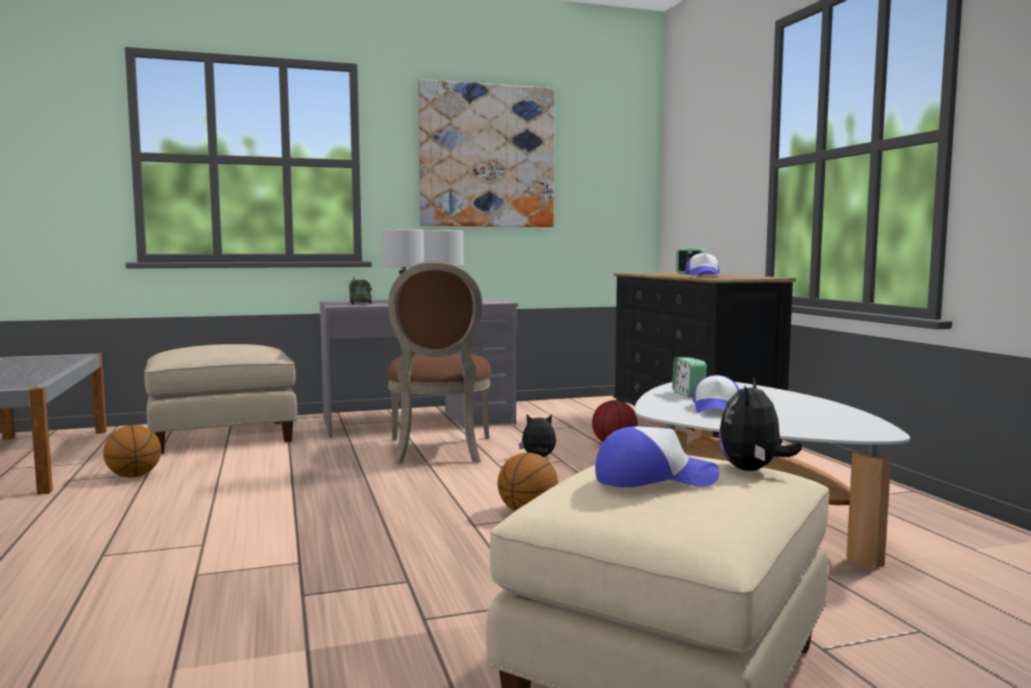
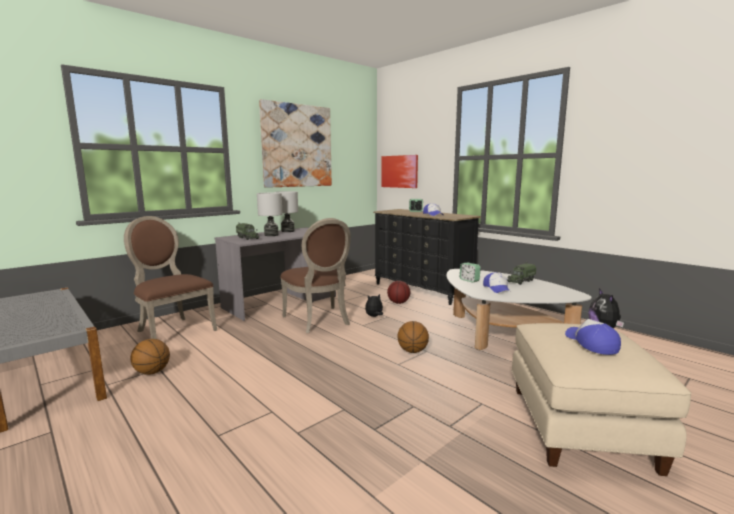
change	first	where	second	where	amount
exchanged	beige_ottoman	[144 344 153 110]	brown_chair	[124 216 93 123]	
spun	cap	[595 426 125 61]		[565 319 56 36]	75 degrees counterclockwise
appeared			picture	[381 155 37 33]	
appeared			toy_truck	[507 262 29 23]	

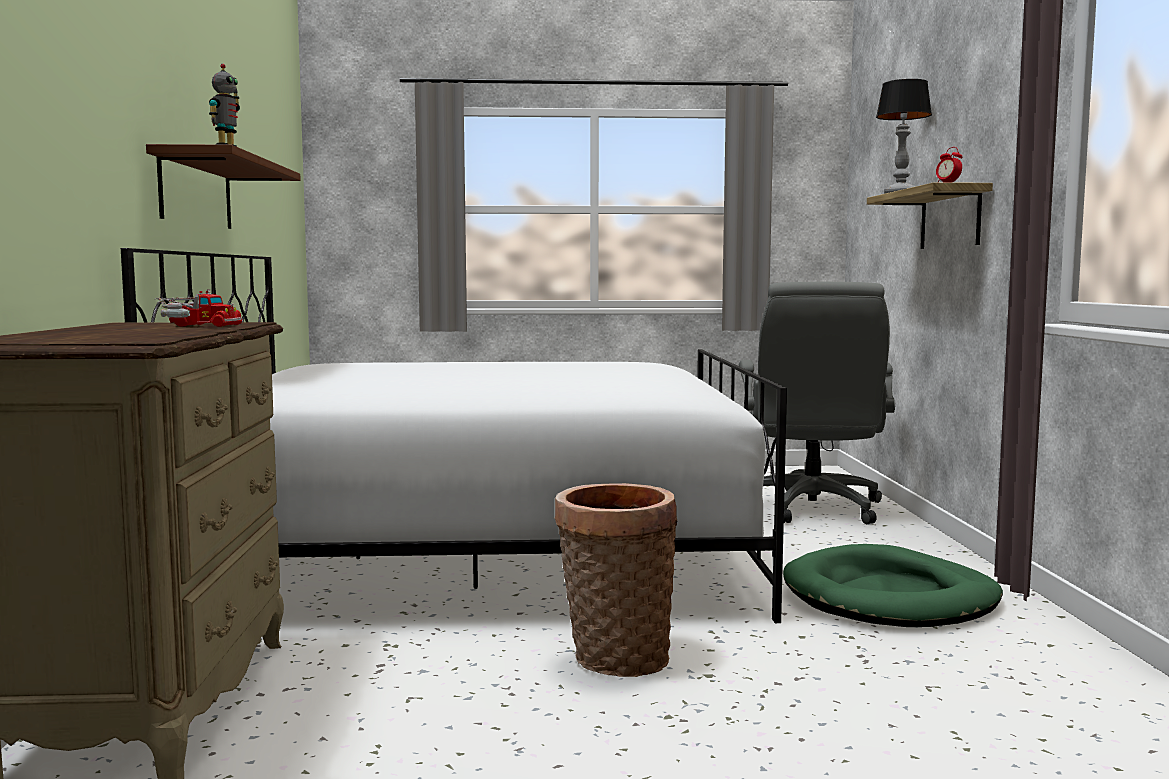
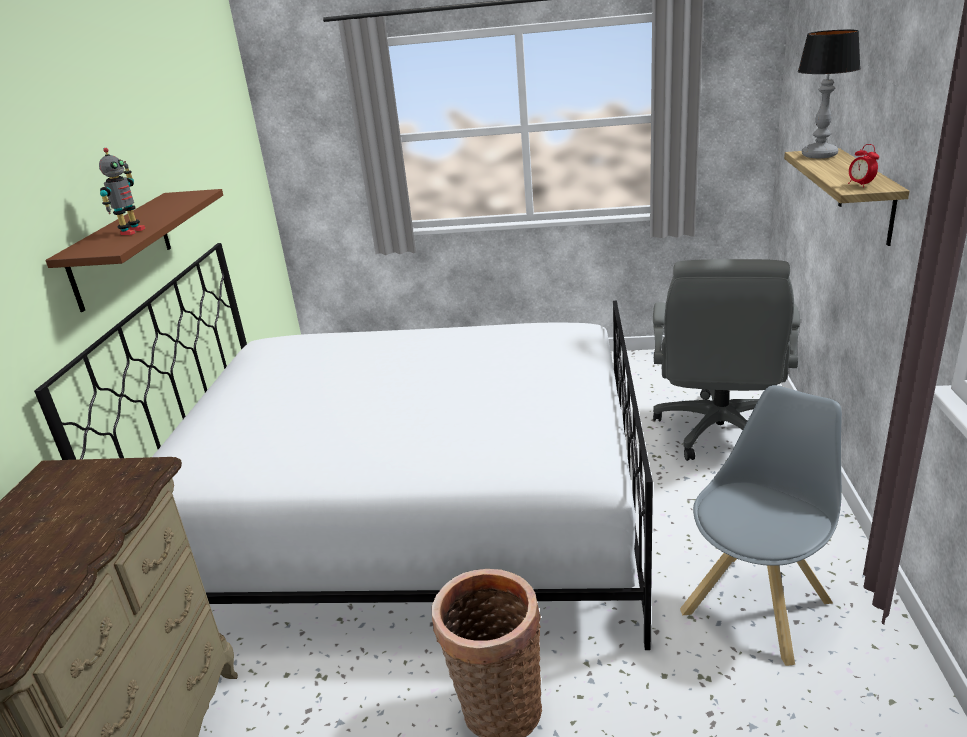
change	first	where	second	where	amount
missing	toy_truck	[155 289 88 38]			
exchanged	green_dog_bed	[783 544 220 83]	grey_chair	[680 385 162 281]	

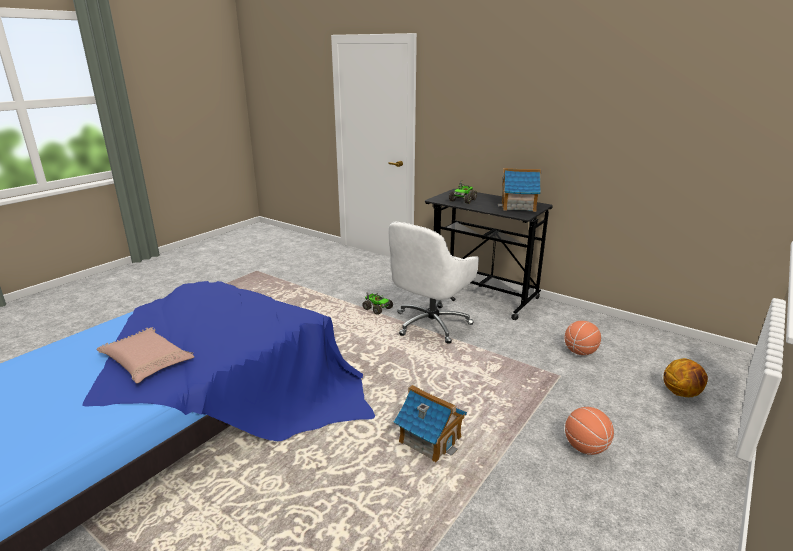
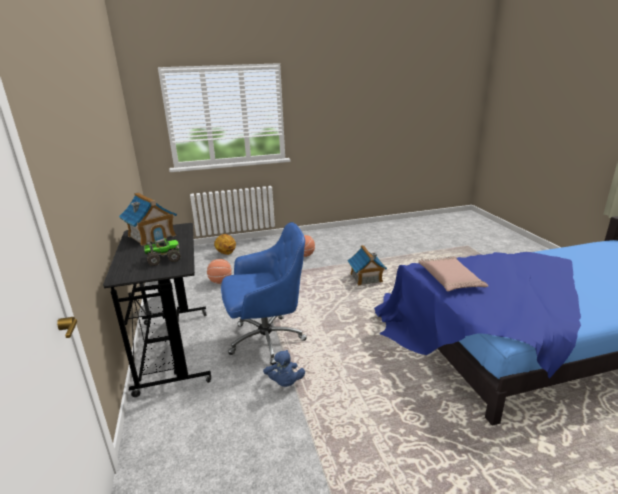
change	first	where	second	where	amount
colour	white_office_chair	[389 222 90 122]	blue_office_chair	[221 222 86 143]	
exchanged	toy_truck	[362 292 31 23]	blue_plush_toy	[263 350 42 37]	
relocated	beige_pillow	[97 327 98 57]		[418 256 70 35]	

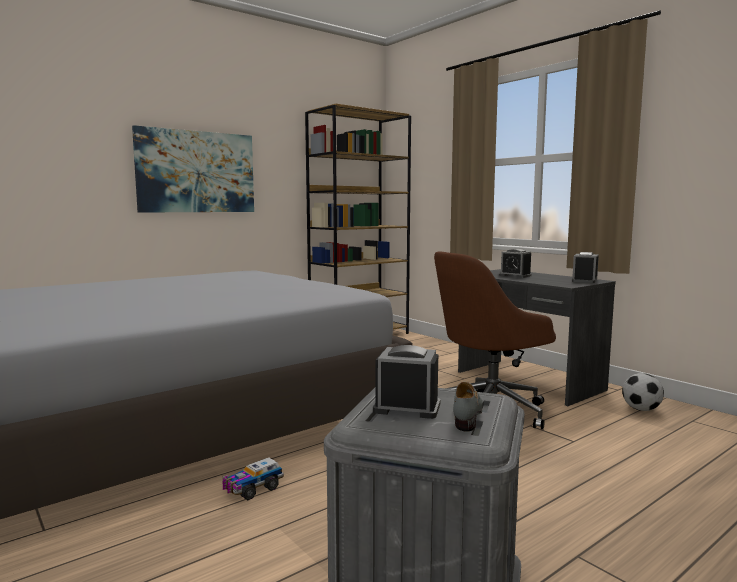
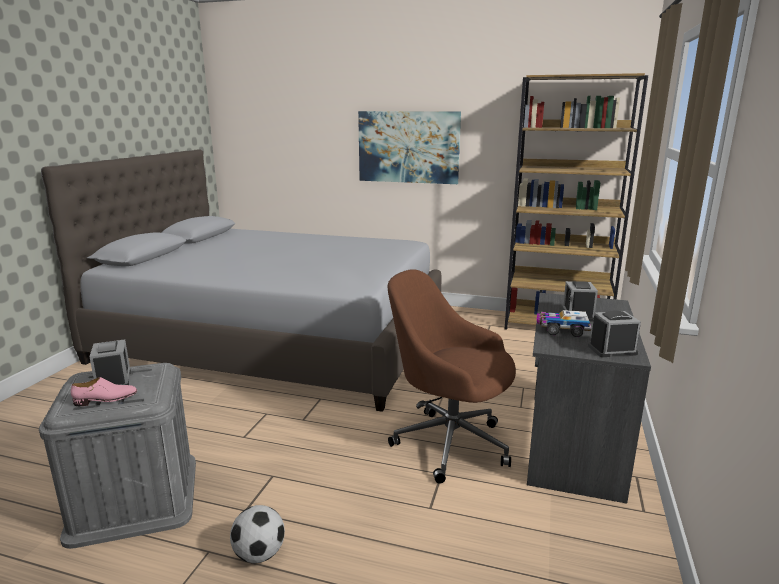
change	first	where	second	where	amount
relocated	football	[622 373 42 38]		[230 505 55 58]	
colour	grey_shoe	[453 382 30 50]	pink_shoe	[71 377 66 29]	
relocated	toy_truck	[223 457 61 43]		[536 310 55 27]	

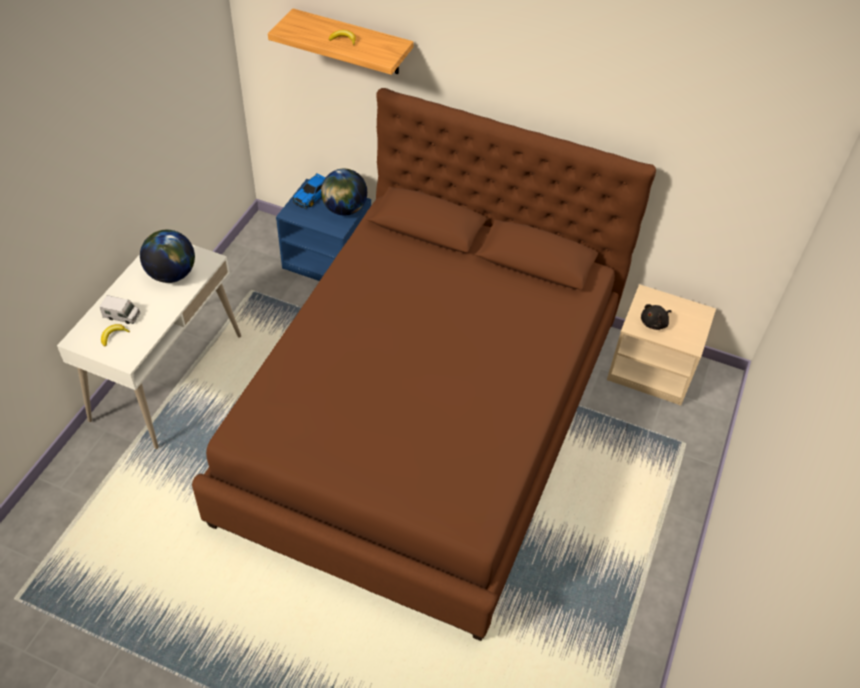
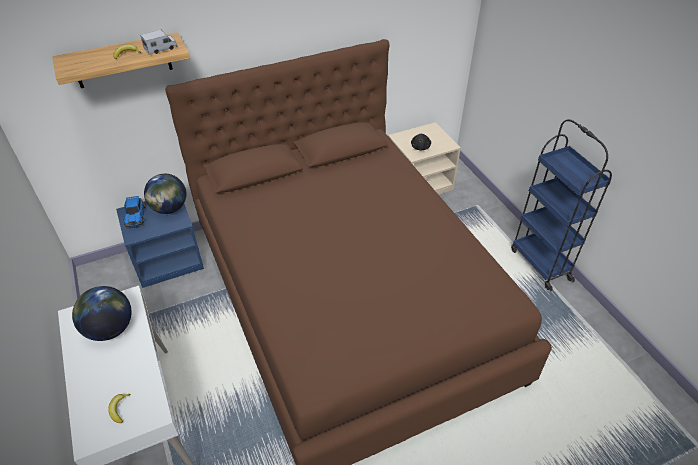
change	first	where	second	where	amount
relocated	toy_truck	[99 295 41 29]		[140 30 37 25]	
appeared			blue_cart	[511 119 101 172]	

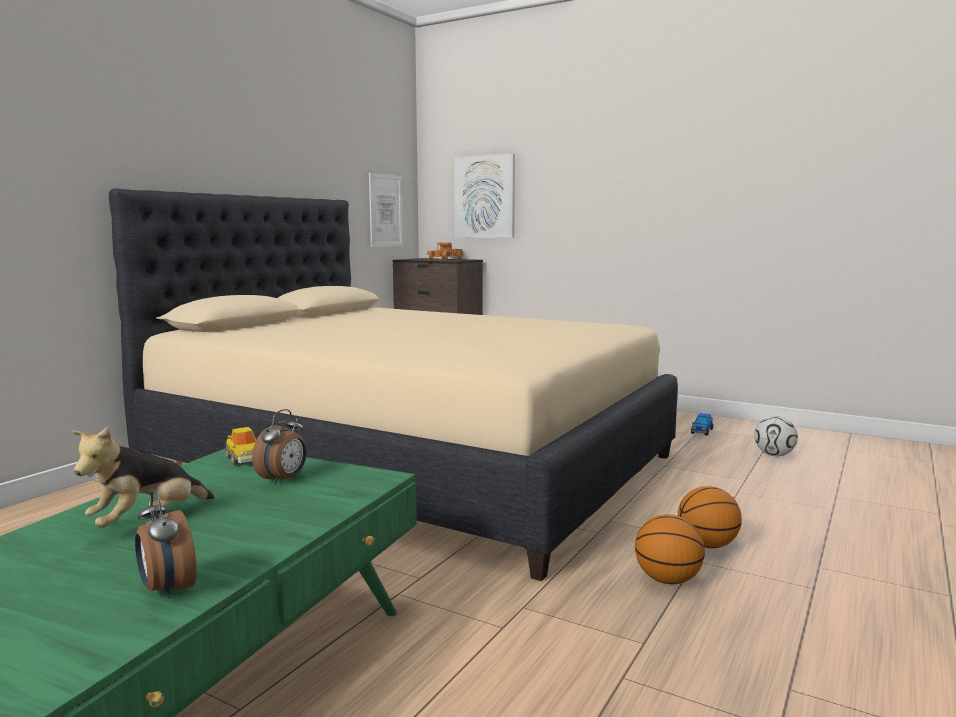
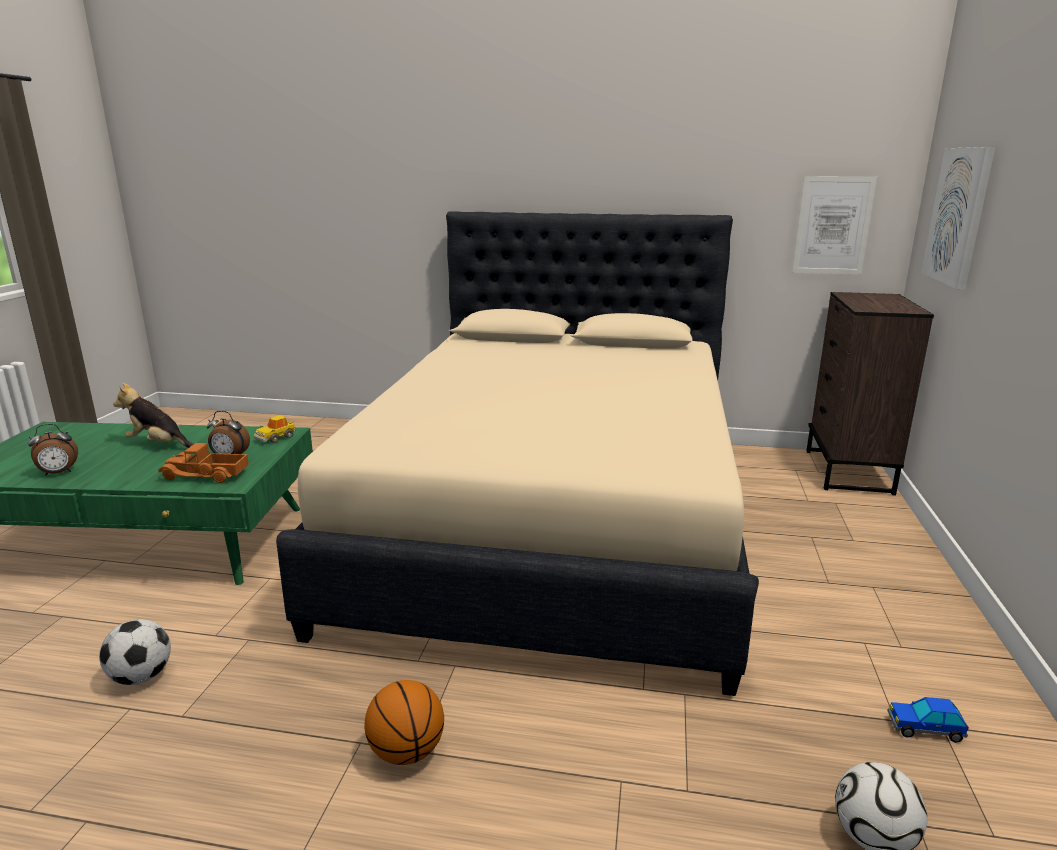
change	first	where	second	where	amount
relocated	toy_truck	[427 242 36 18]		[158 443 91 40]	
spun	alarm_clock	[135 490 62 109]		[28 424 50 52]	150 degrees counterclockwise
missing	basketball	[635 514 70 70]			
appeared			football	[99 619 72 66]	

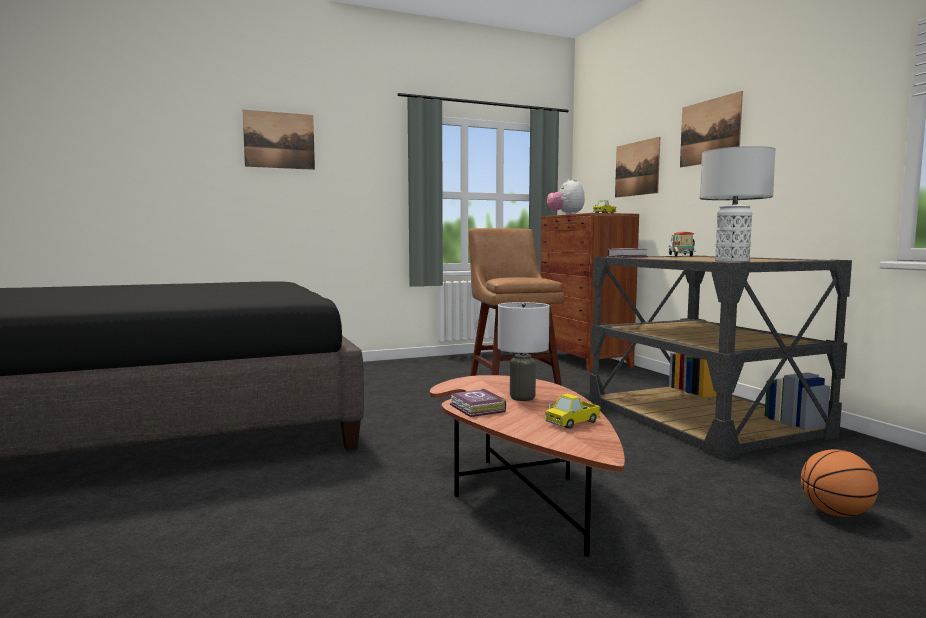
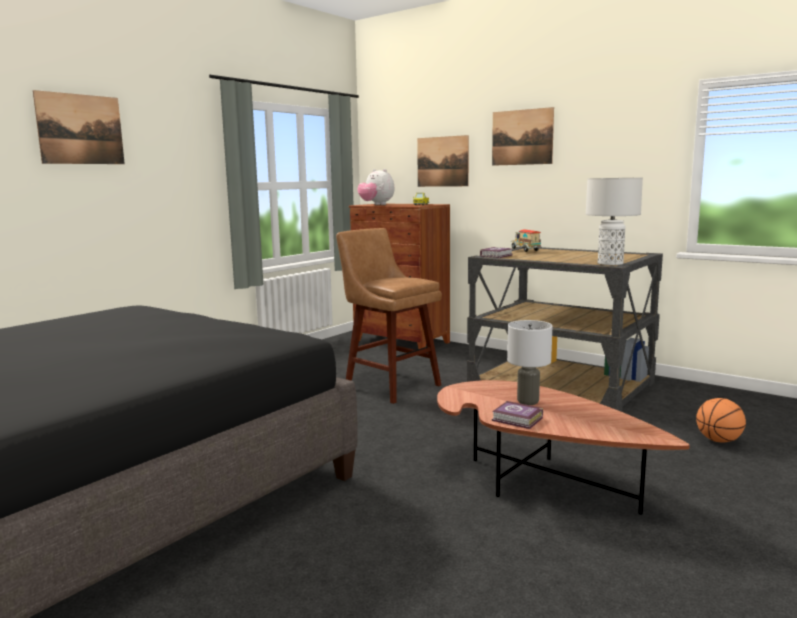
change	first	where	second	where	amount
missing	toy_truck	[545 394 56 35]			

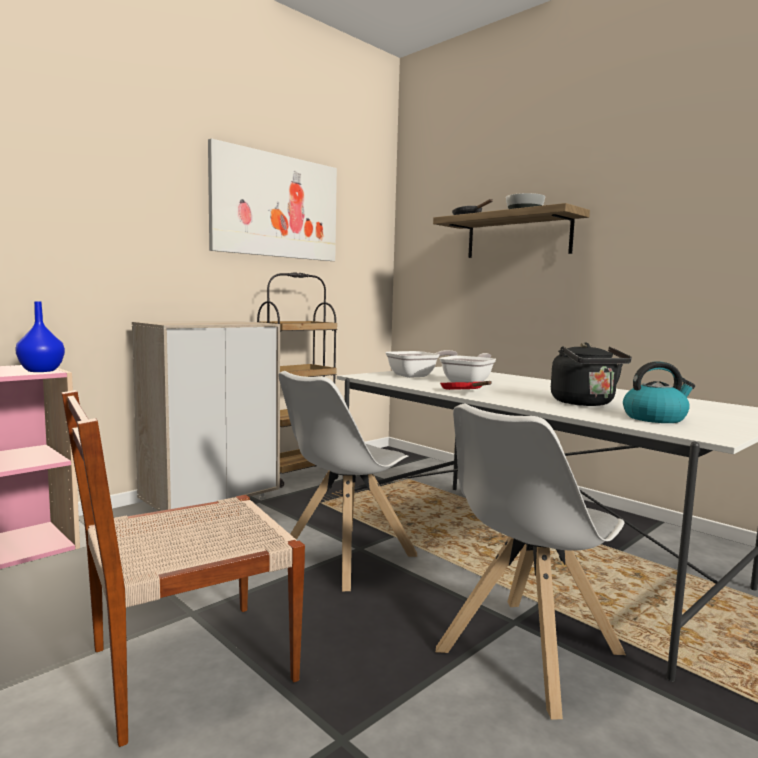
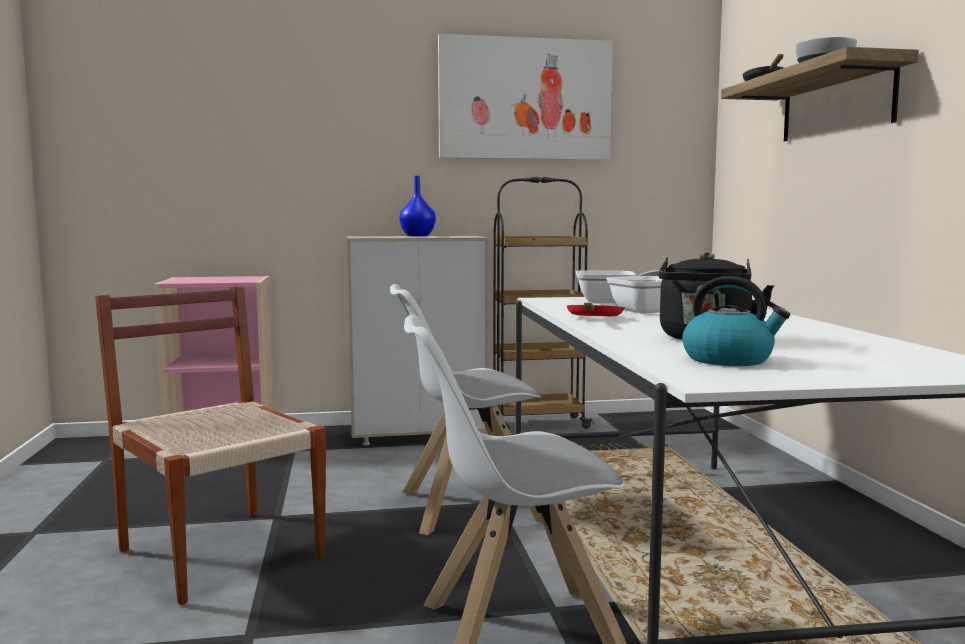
change	first	where	second	where	amount
relocated	blue_vase	[15 301 50 71]		[399 176 37 60]	
spun	chair	[62 390 243 357]		[95 286 231 319]	45 degrees clockwise

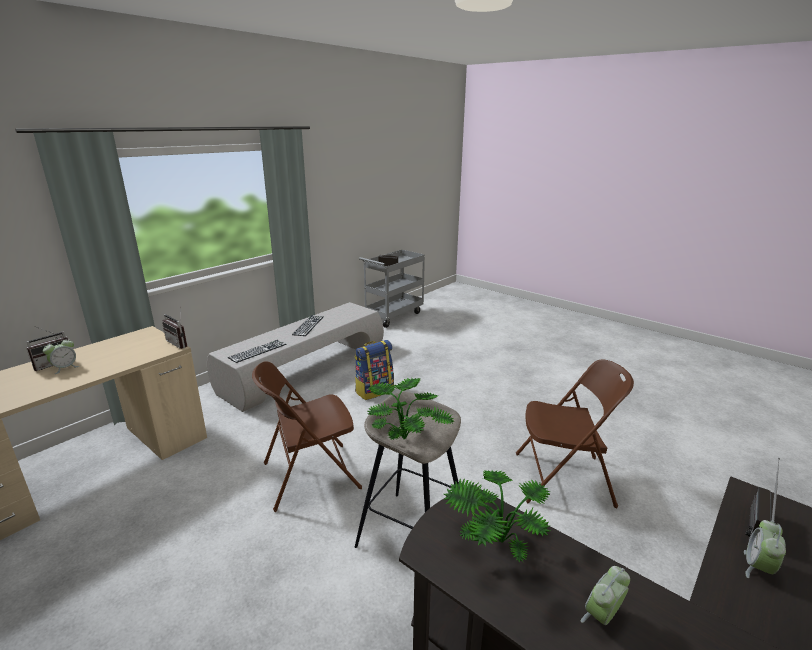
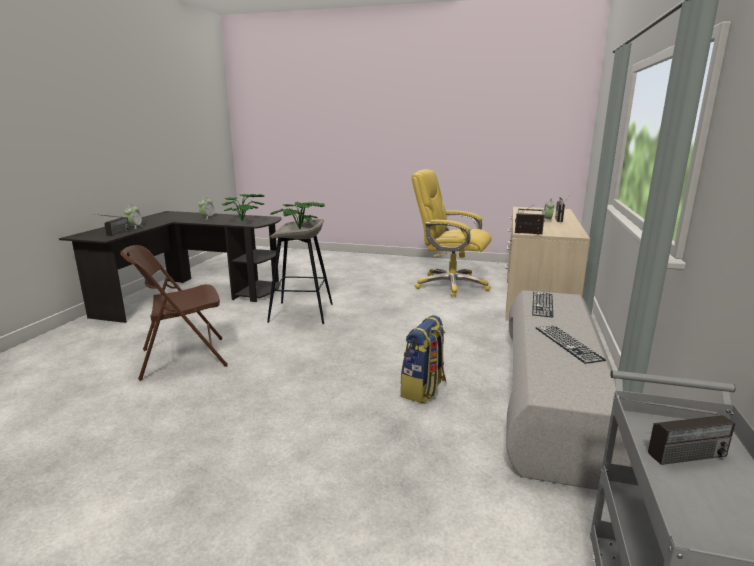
change	first	where	second	where	amount
missing	brown_chair	[252 361 110 151]			
appeared			yellow_office_chair	[411 169 81 128]	

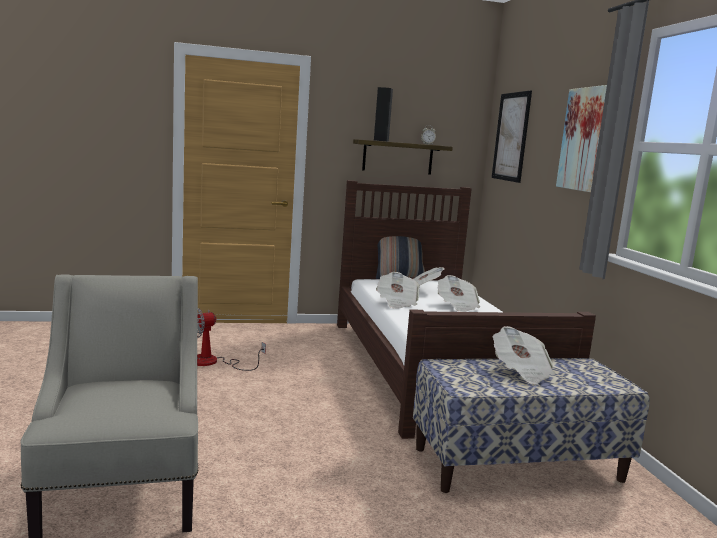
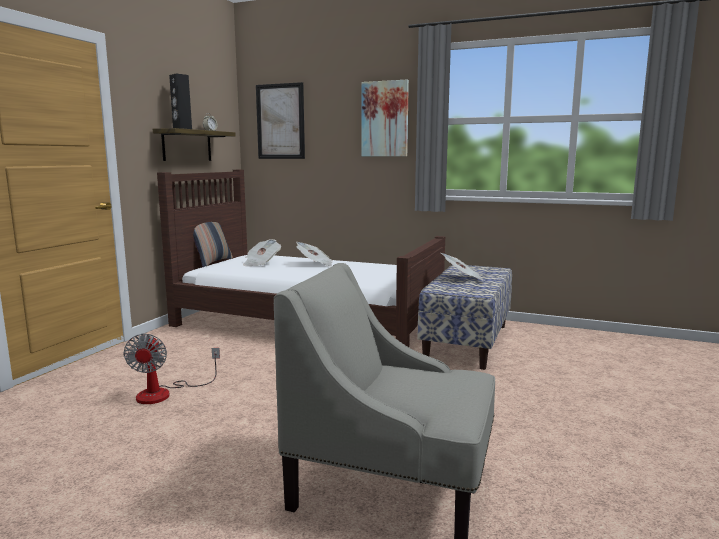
change	first	where	second	where	amount
missing	newspaper	[376 272 44 37]			

